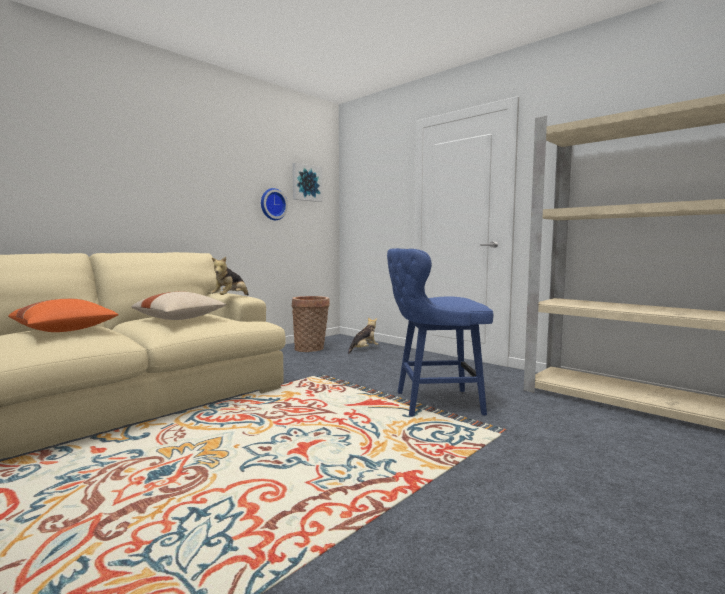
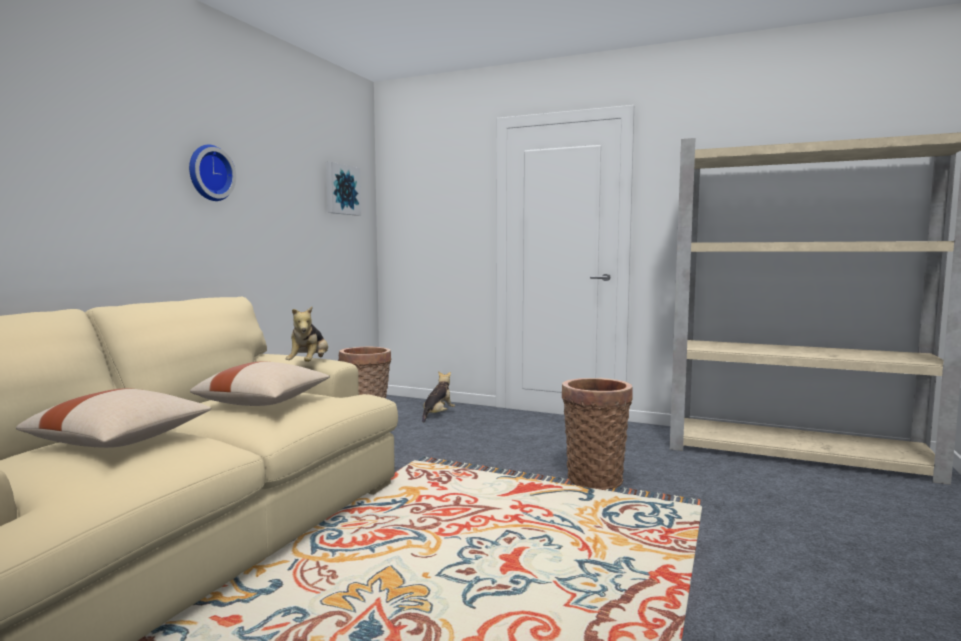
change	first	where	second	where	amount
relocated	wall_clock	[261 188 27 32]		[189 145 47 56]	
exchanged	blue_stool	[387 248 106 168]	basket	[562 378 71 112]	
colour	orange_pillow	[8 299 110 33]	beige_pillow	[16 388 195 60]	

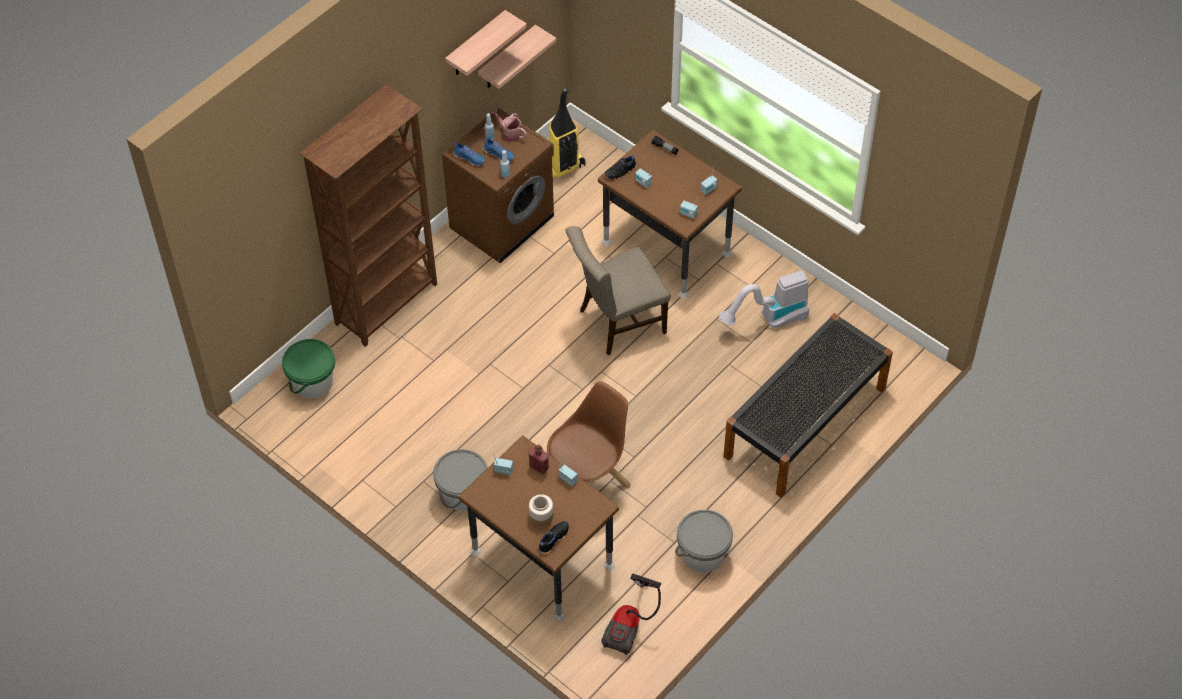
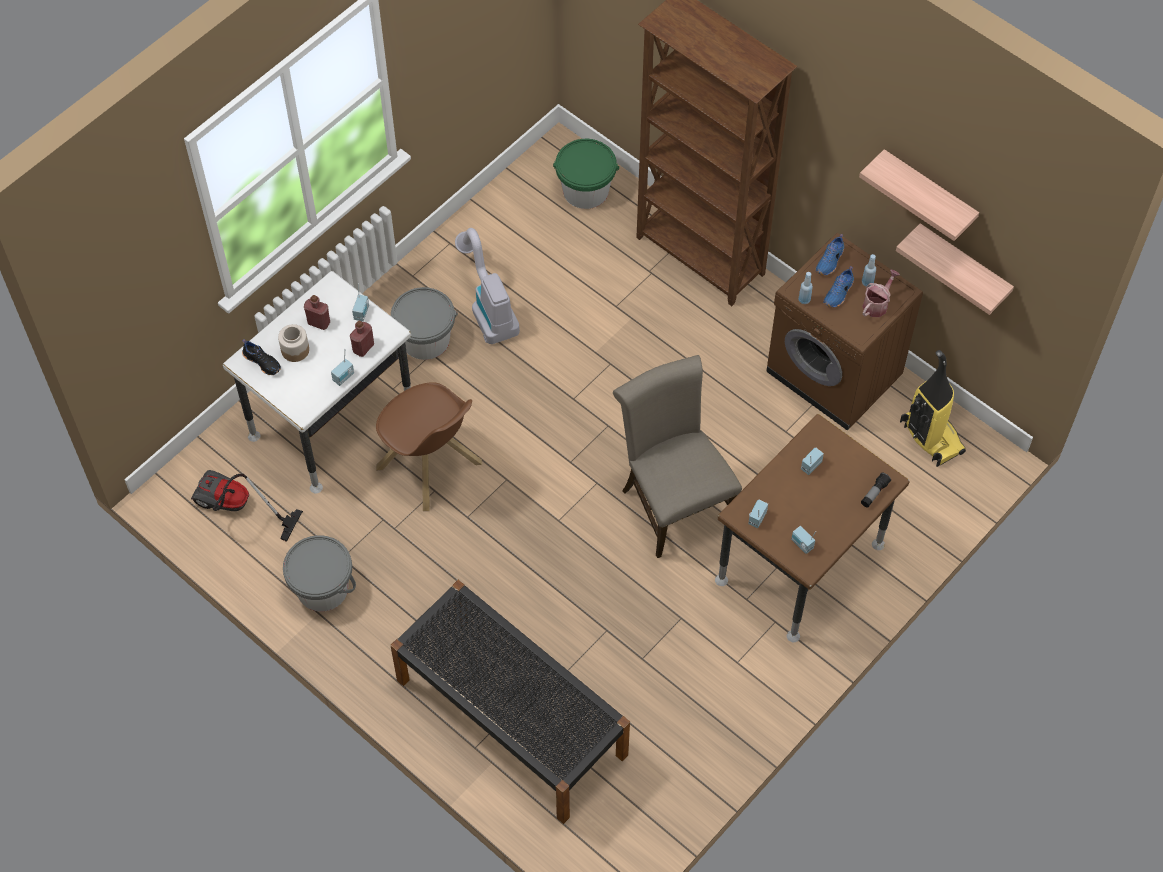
change	first	where	second	where	amount
missing	black_shoe	[604 154 32 26]			
relocated	vacuum_cleaner	[719 270 90 58]		[455 228 65 116]	
colour	brown_desk	[458 436 161 186]	white_desk	[223 271 188 222]	
appeared			red_bottle	[304 295 26 35]	

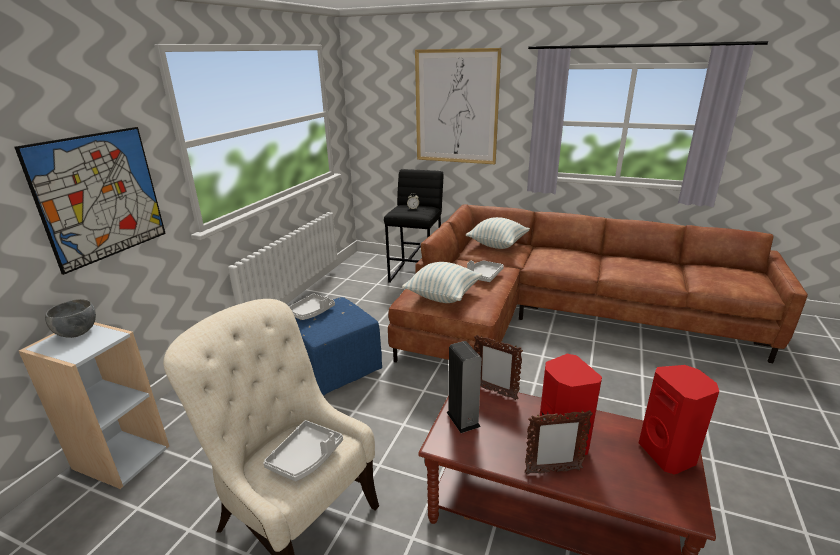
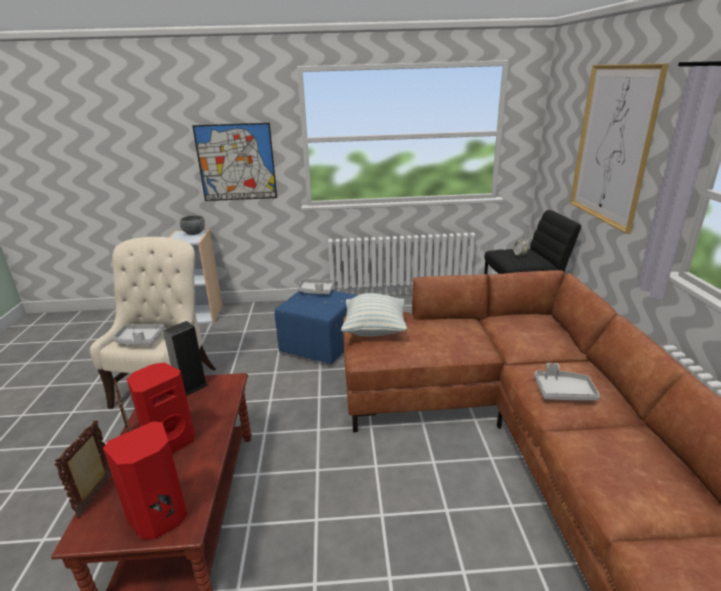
change	first	where	second	where	amount
missing	pillow	[465 217 65 32]			
relocated	grey_tray	[467 260 37 22]		[534 363 66 38]	
relocated	picture_frame	[474 335 49 65]		[54 420 58 98]	

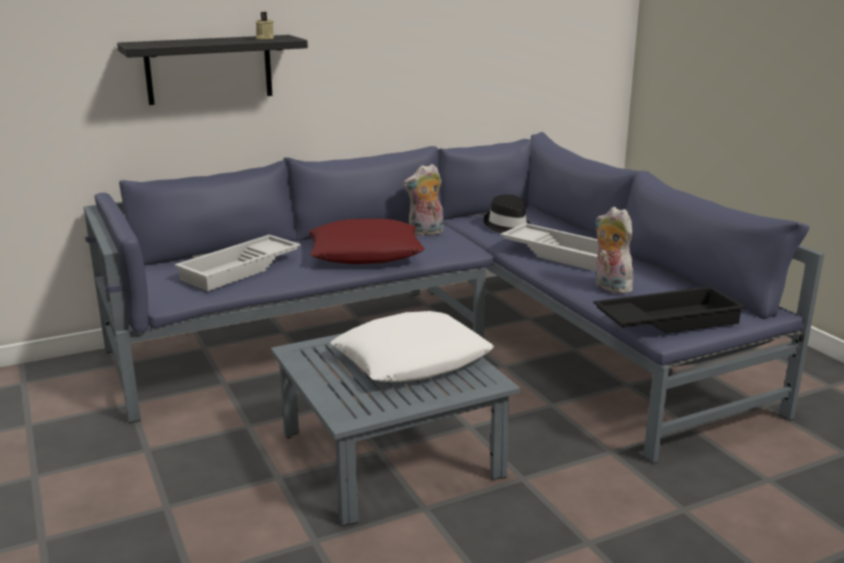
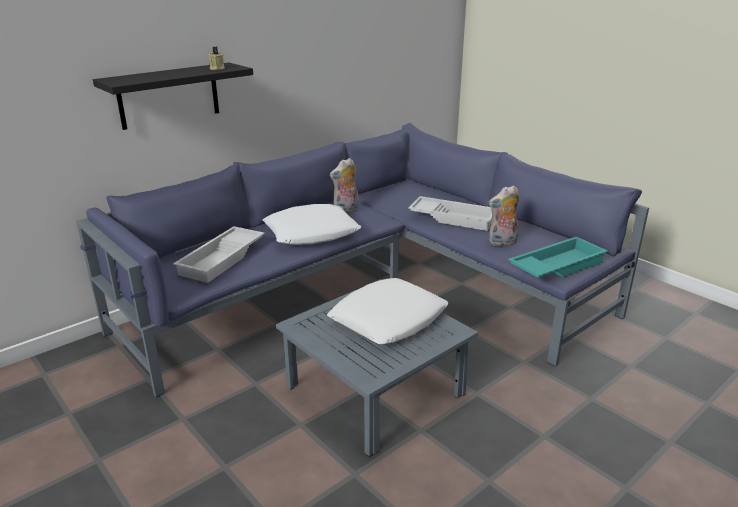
change	first	where	second	where	amount
missing	black_hat	[484 194 47 39]			
spun	plush_toy	[595 207 38 87]		[489 185 30 61]	60 degrees counterclockwise
colour	red_pillow	[309 219 116 45]	white_pillow	[263 204 98 41]	
colour	black_tray	[593 286 153 48]	turquoise_tray	[508 237 100 41]	

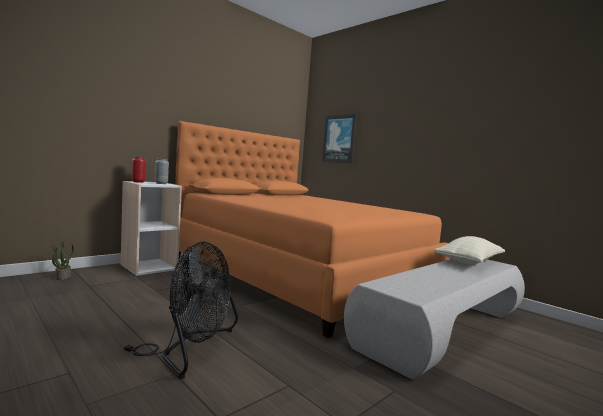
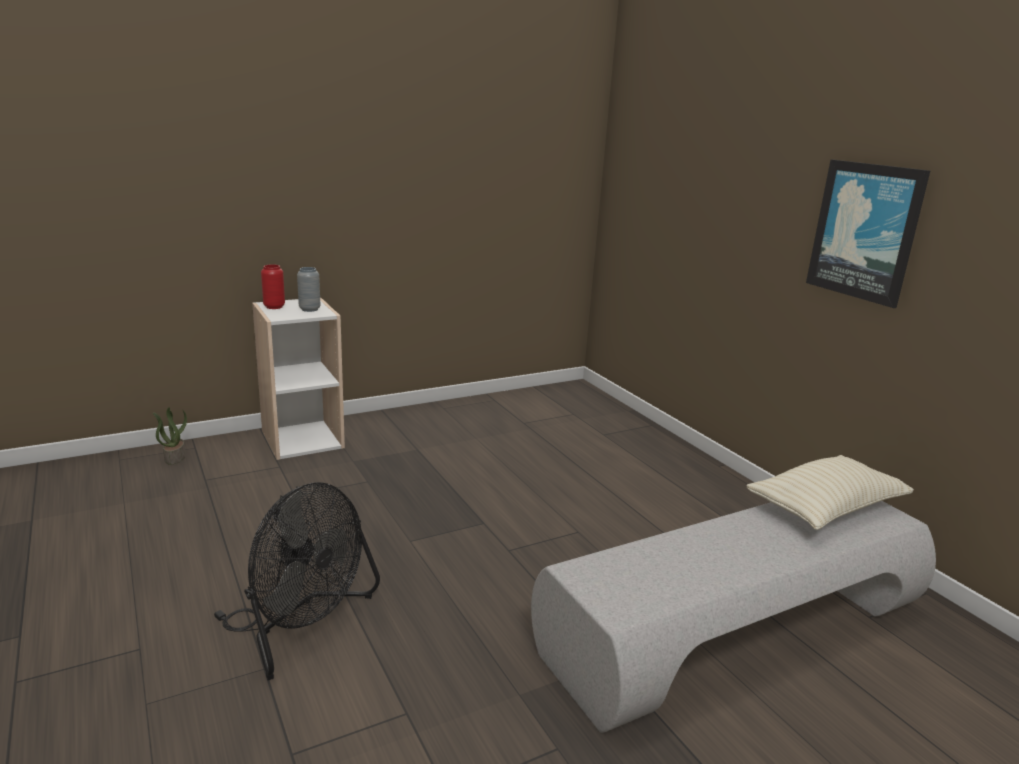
change	first	where	second	where	amount
relocated	picture	[322 114 35 50]		[806 160 124 148]	
missing	orange_bed	[176 121 274 217]			

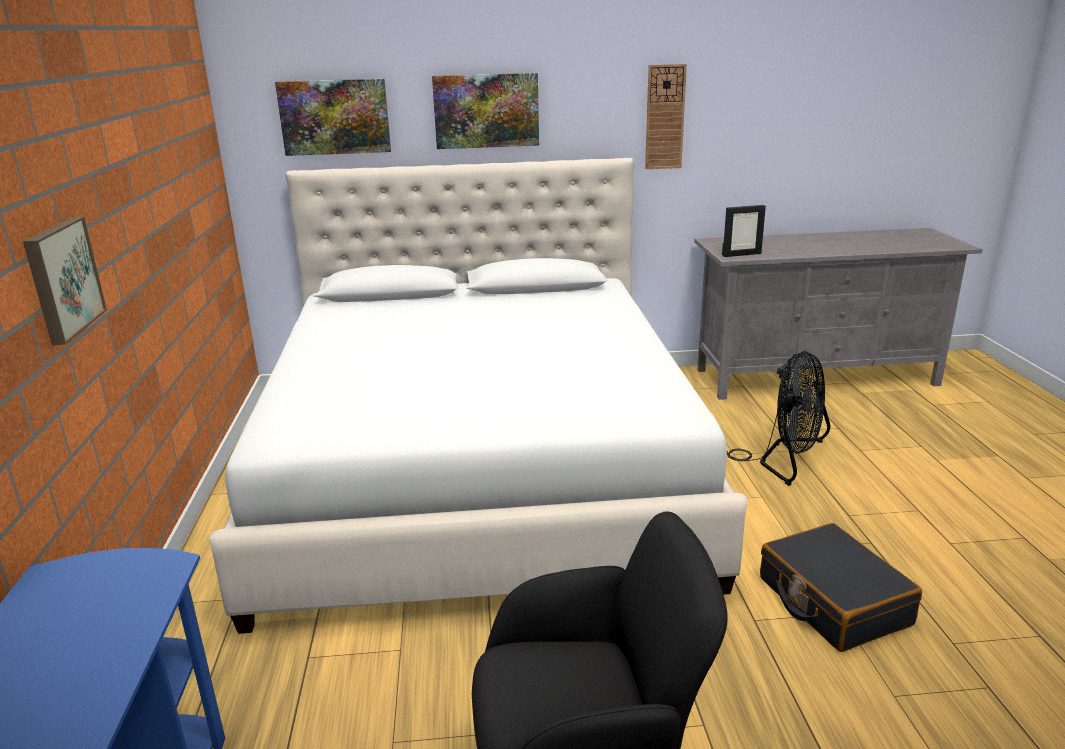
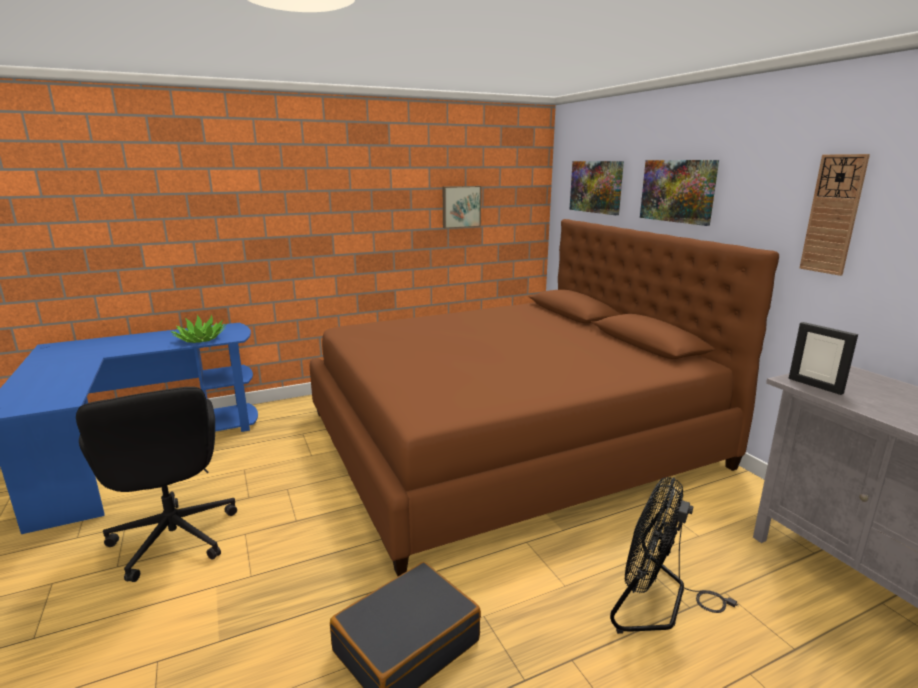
change	first	where	second	where	amount
colour	white_bed	[209 158 539 476]	brown_bed	[310 219 469 357]	
relocated	picture	[23 217 84 128]		[443 186 38 42]	
spun	black_fan	[727 351 103 135]		[610 477 129 157]	105 degrees clockwise
appeared			potted_plant	[171 315 55 28]	

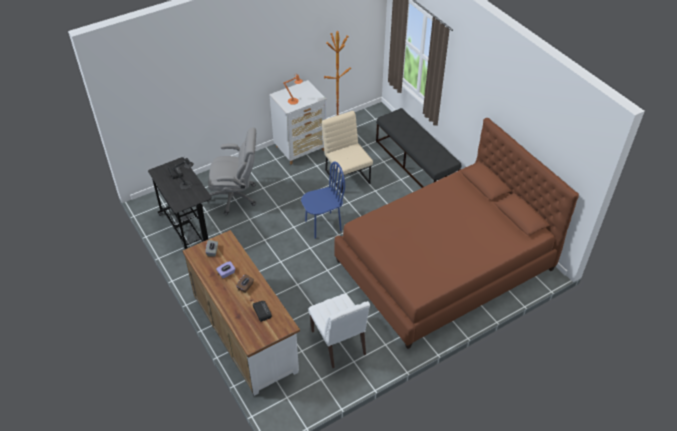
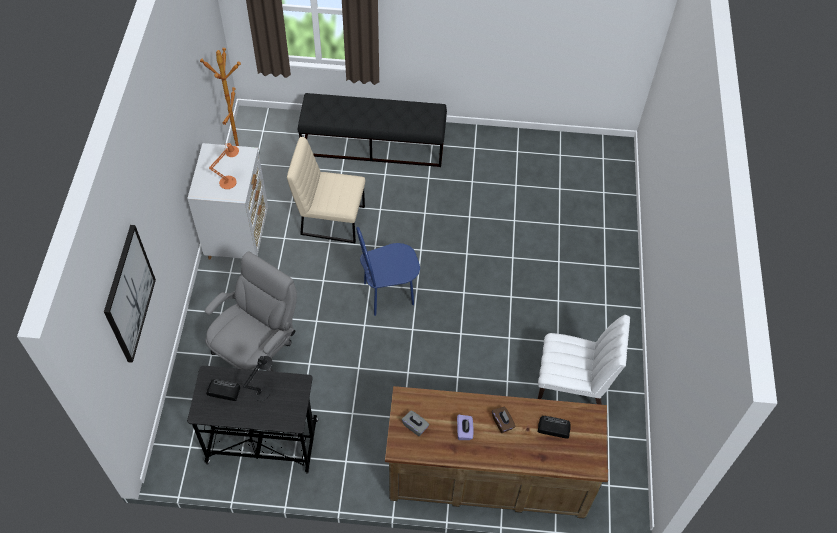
change	first	where	second	where	amount
missing	brown_bed	[334 118 245 231]			
spun	blue_chair	[301 161 44 78]		[356 227 64 89]	120 degrees counterclockwise
appeared			picture	[104 225 52 138]	

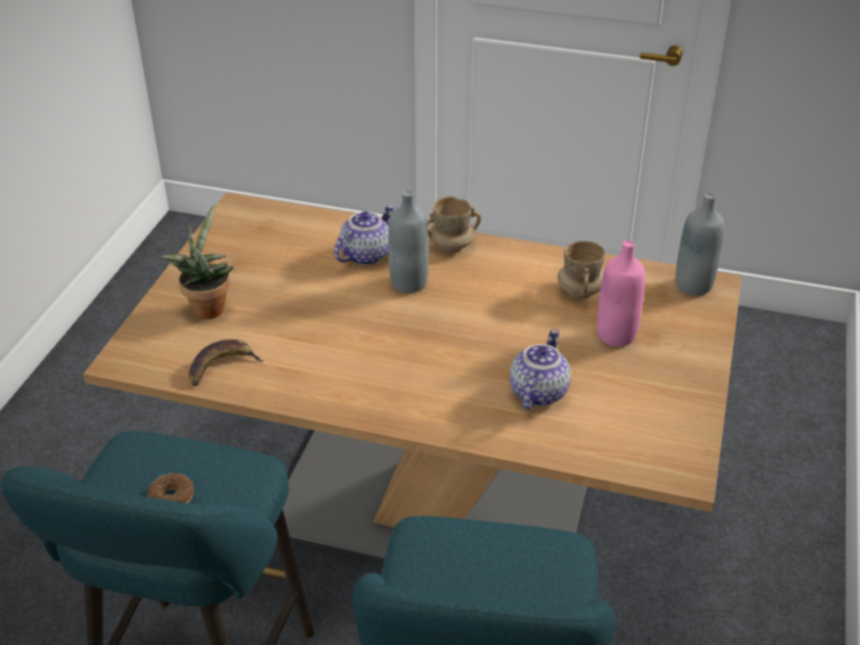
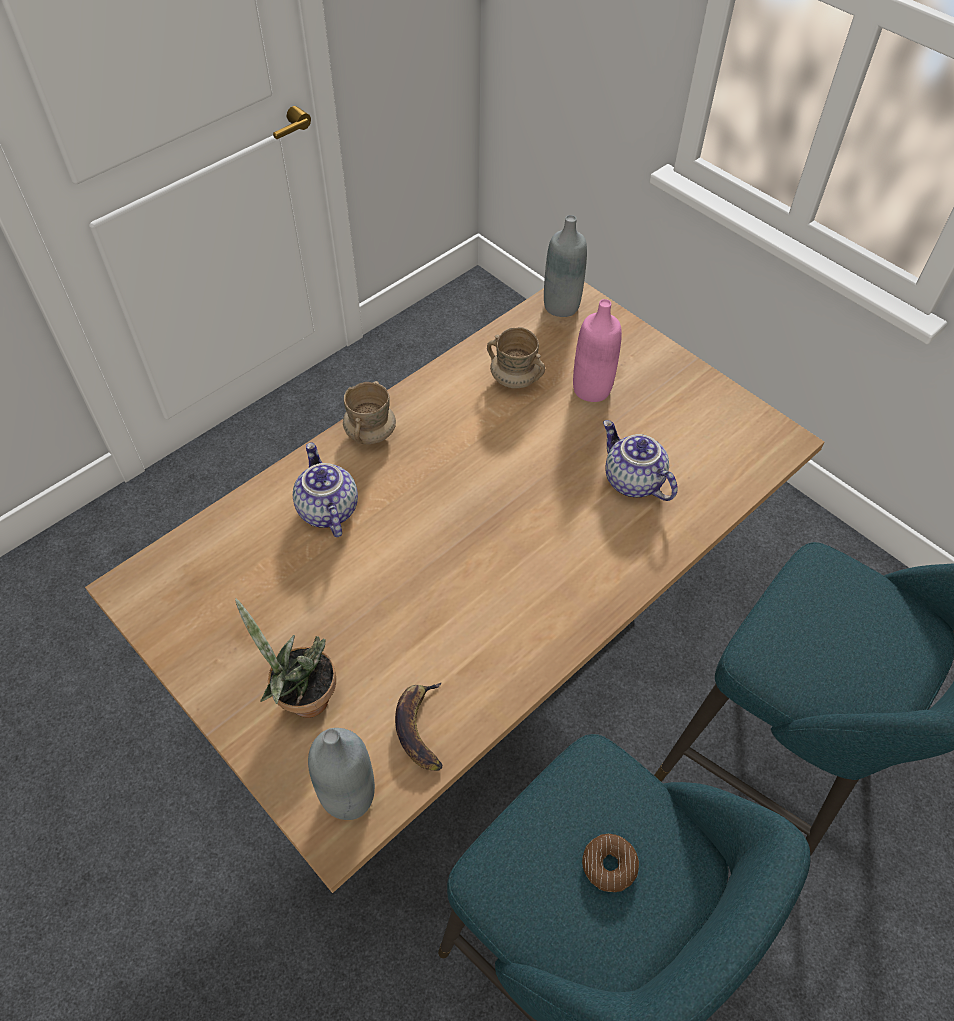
change	first	where	second	where	amount
relocated	grey_bottle	[388 191 41 102]		[308 728 67 92]	

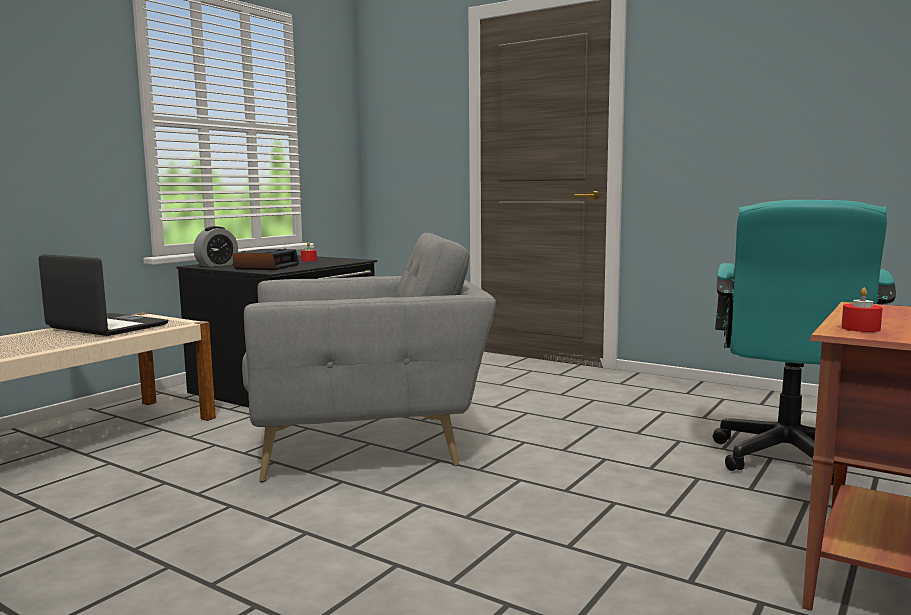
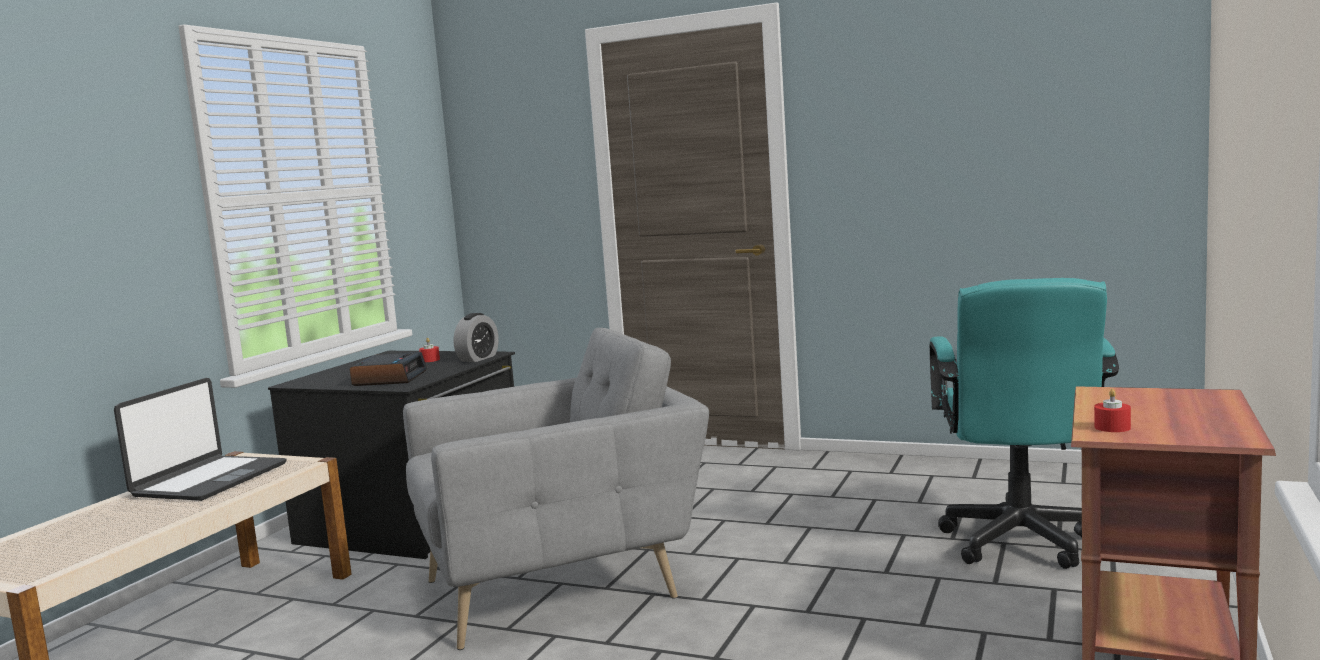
change	first	where	second	where	amount
relocated	alarm_clock	[193 226 45 41]		[454 313 45 49]	
spun	laptop	[38 254 131 82]		[114 378 173 123]	90 degrees clockwise

